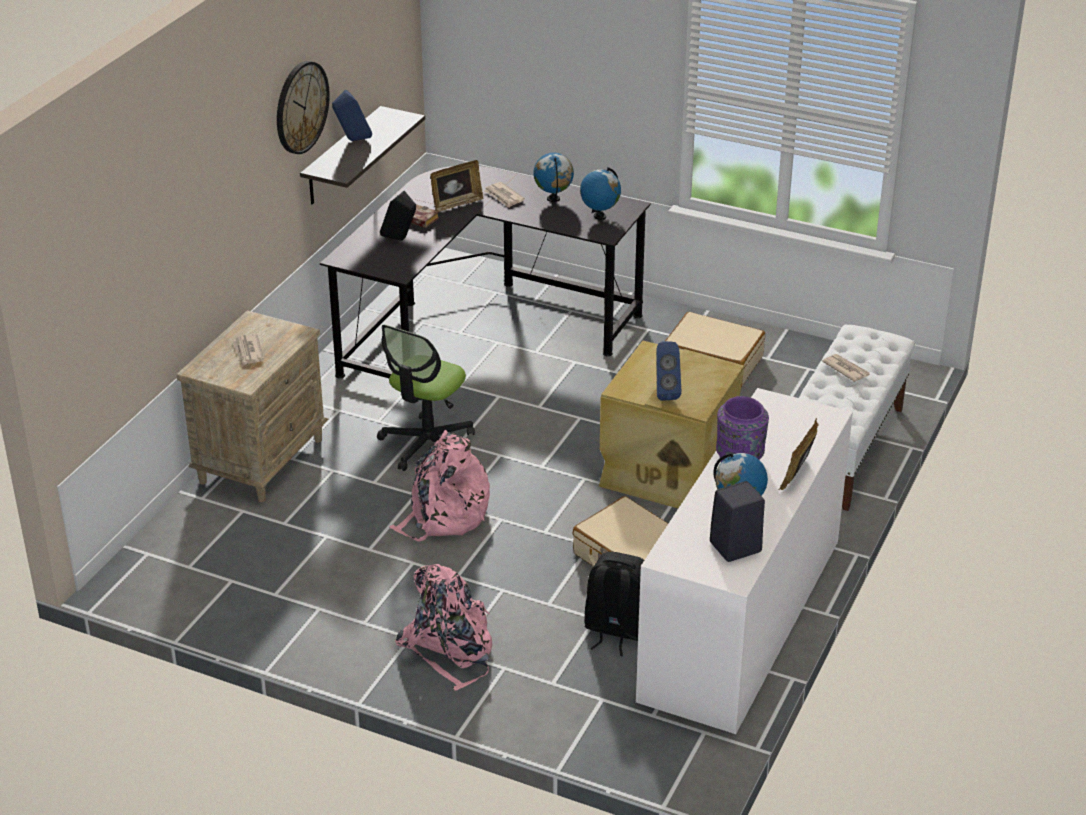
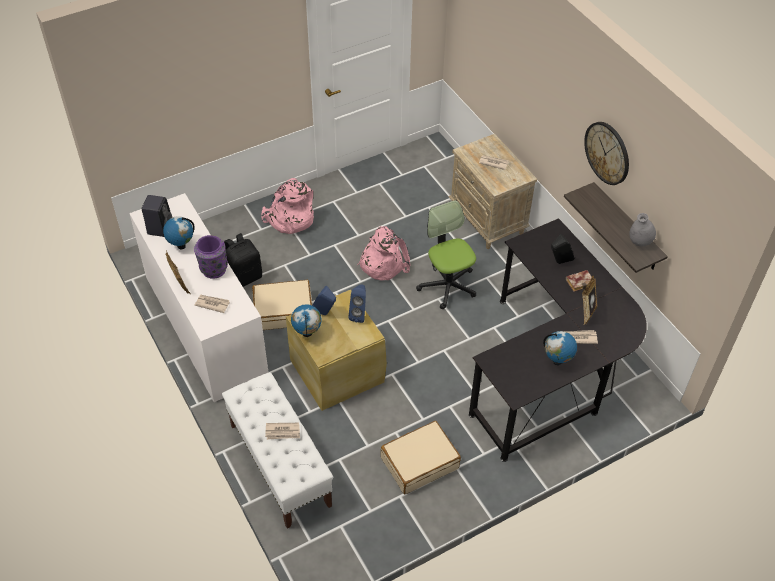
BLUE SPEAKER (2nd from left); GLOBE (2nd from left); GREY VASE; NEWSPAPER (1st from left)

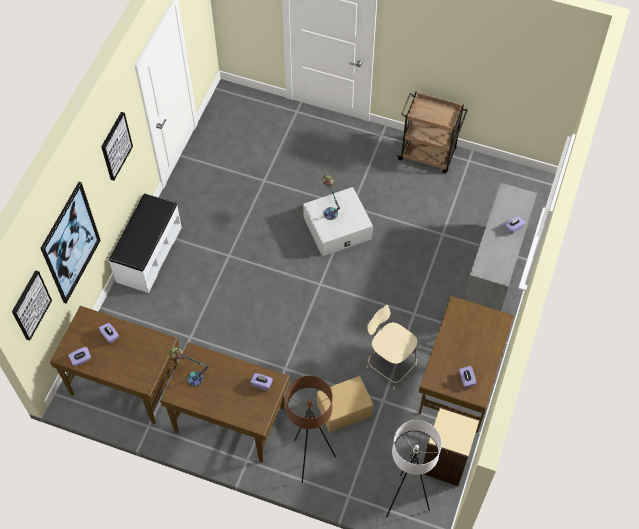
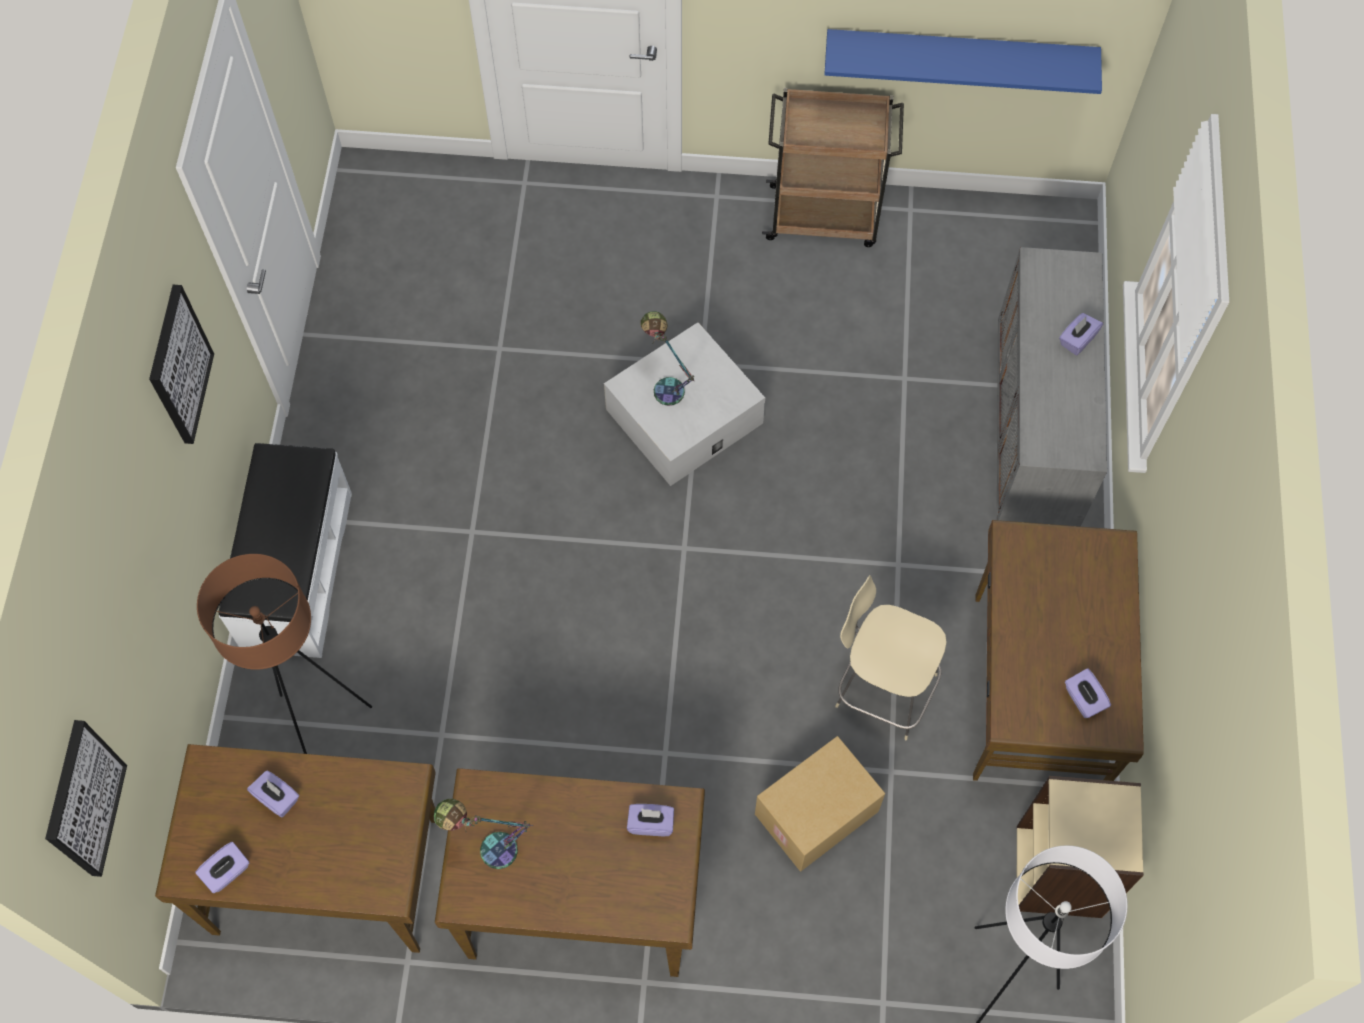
PICTURE (2nd from left in the first image); BROWN FLOOR LAMP; BLUE SHELF

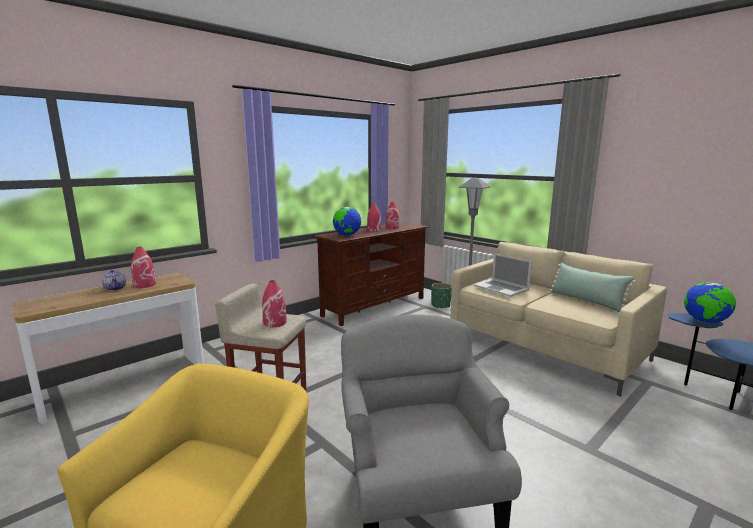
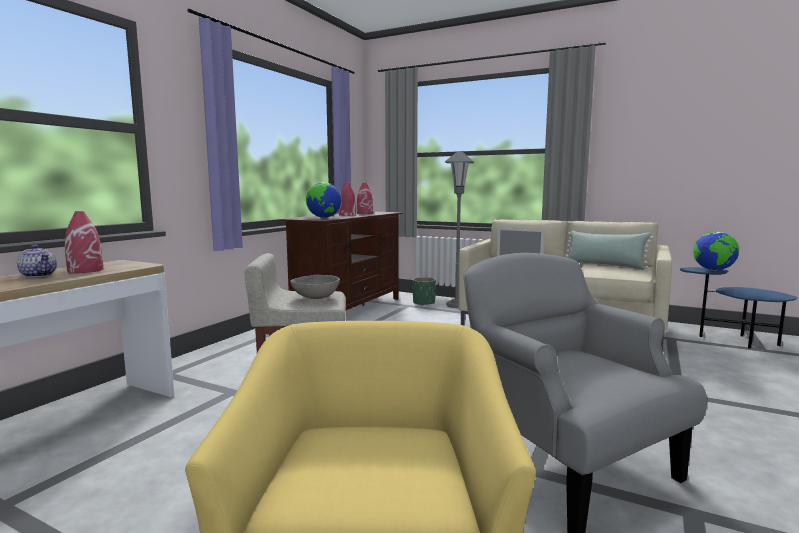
GREY BOWL

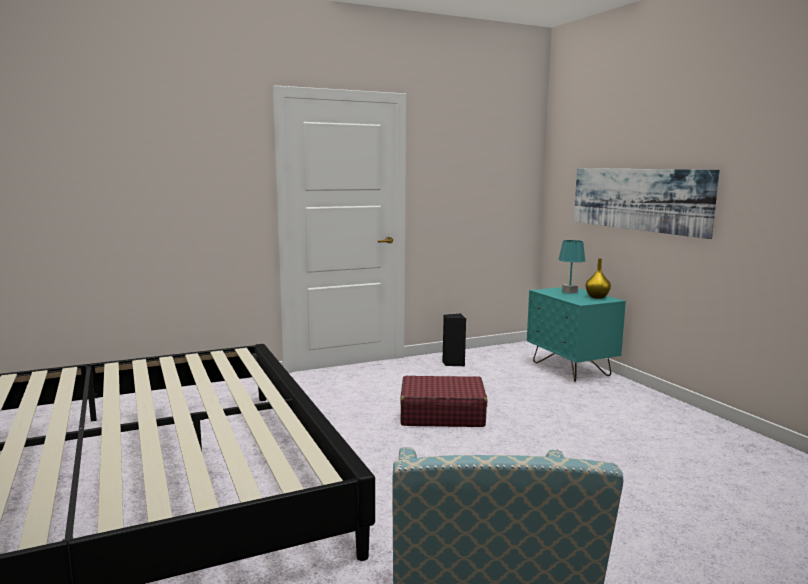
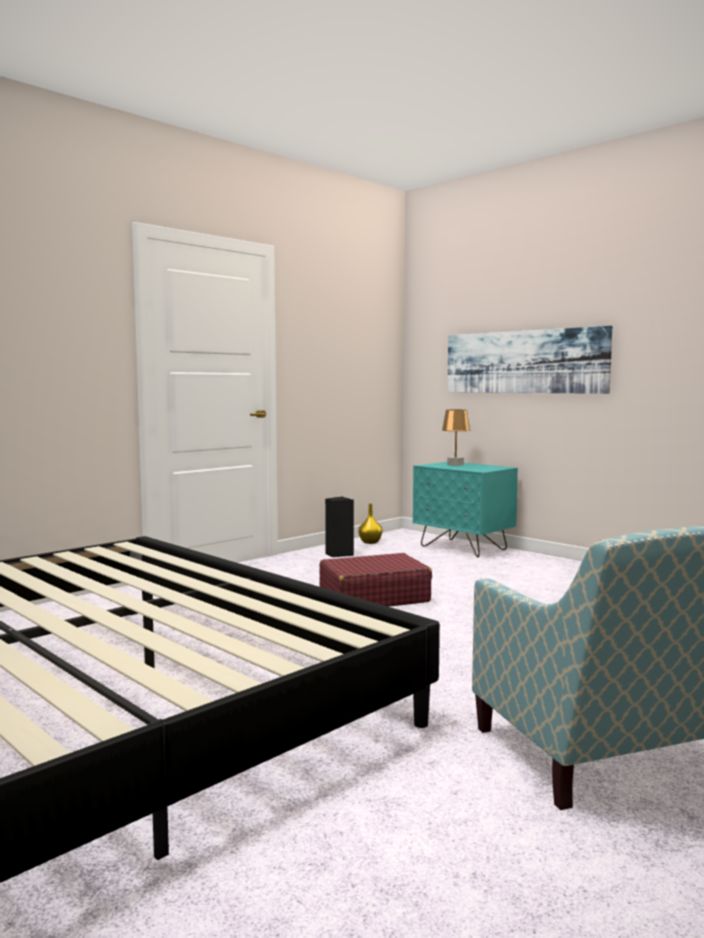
BROWN TABLE LAMP; YELLOW VASE

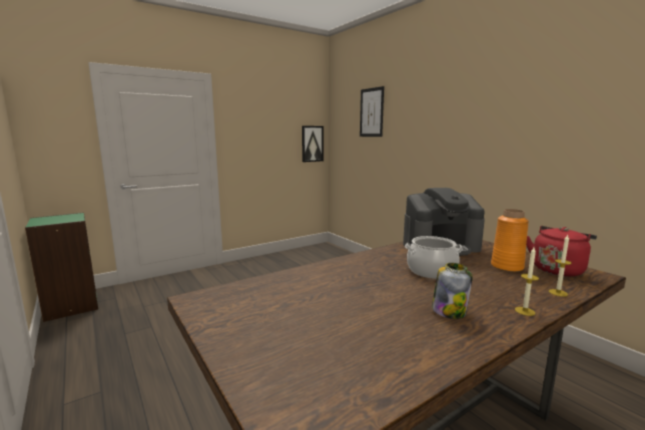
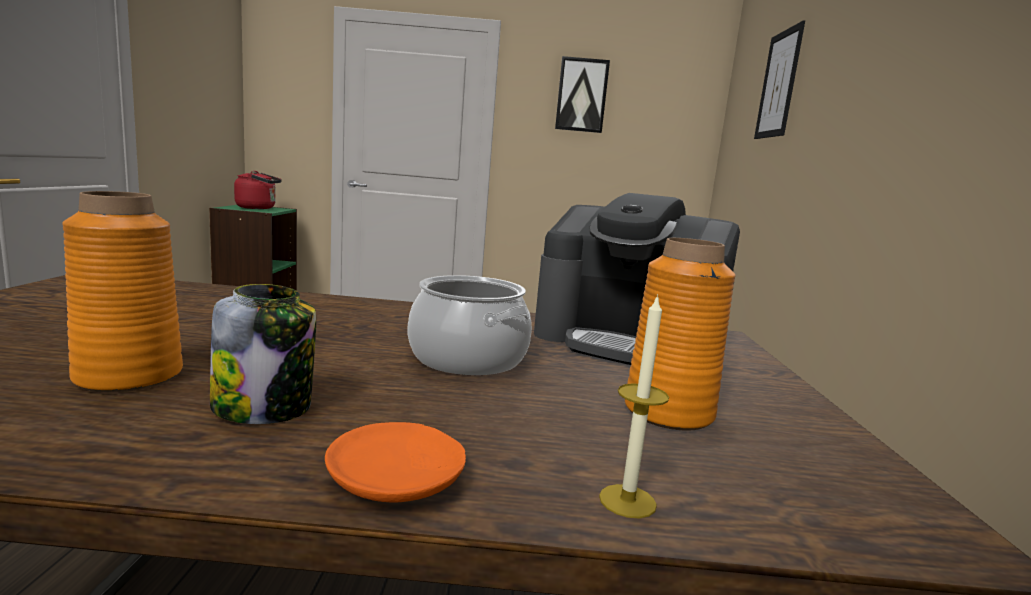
PICTURE (1st from left); RED KETTLE; ORANGE PLATE; ORANGE VASE (1st from left)

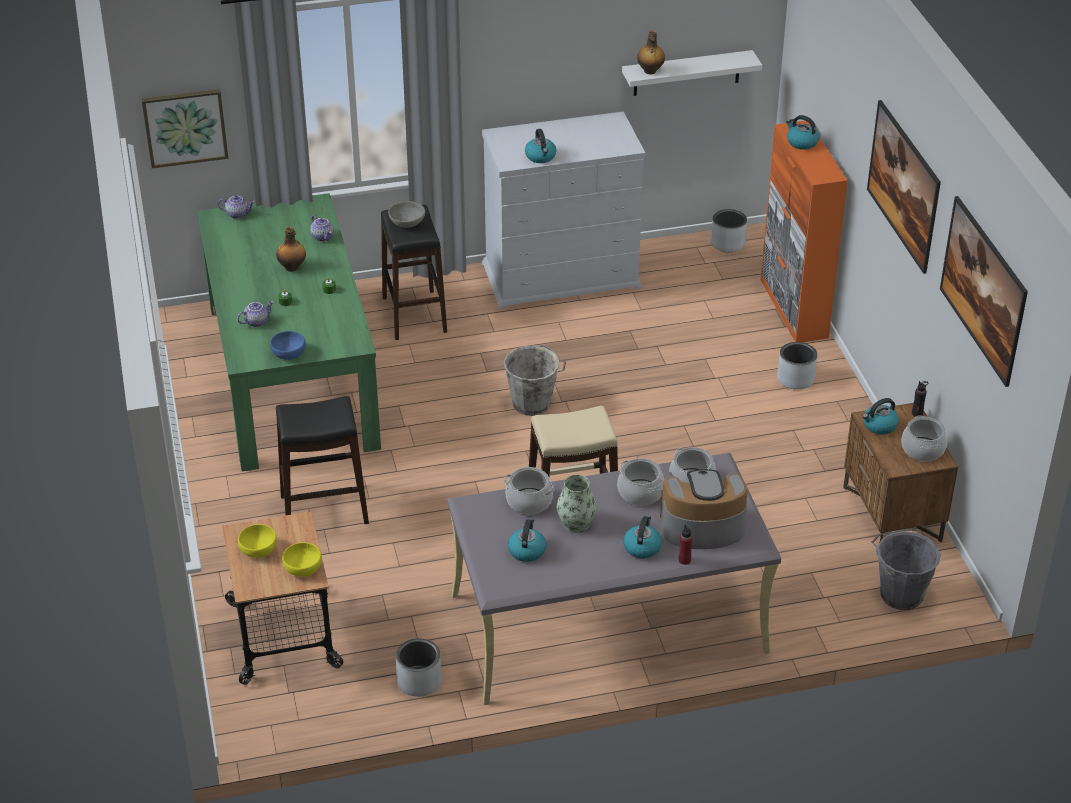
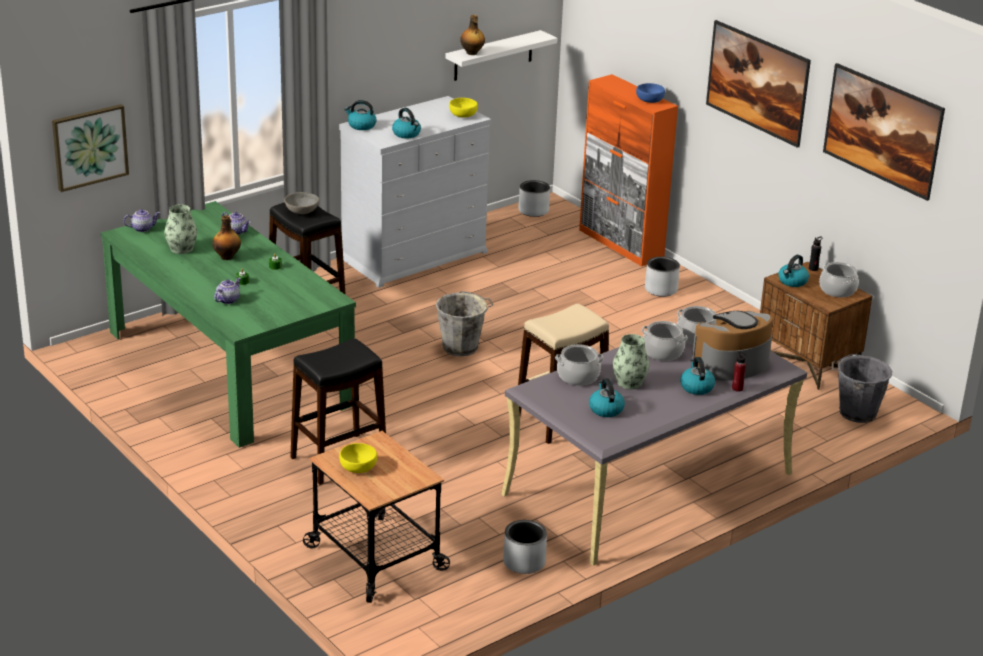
KETTLE (1st from left); BLUE BOWL; YELLOW BOWL (2nd from left); VASE (1st from left)

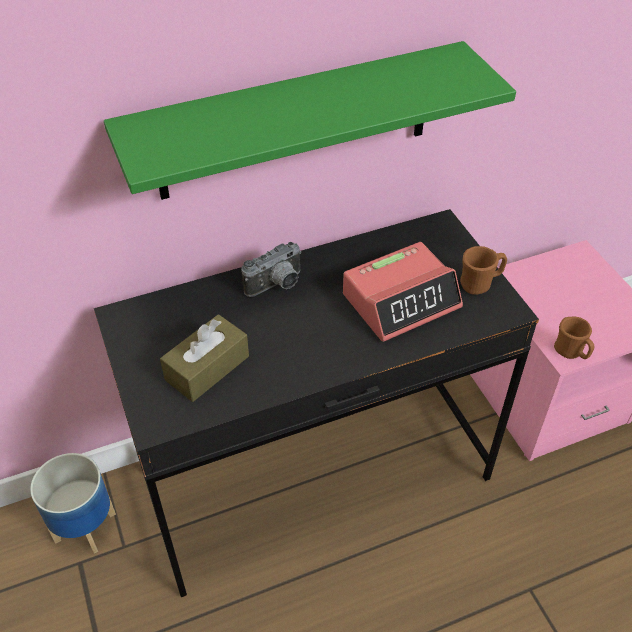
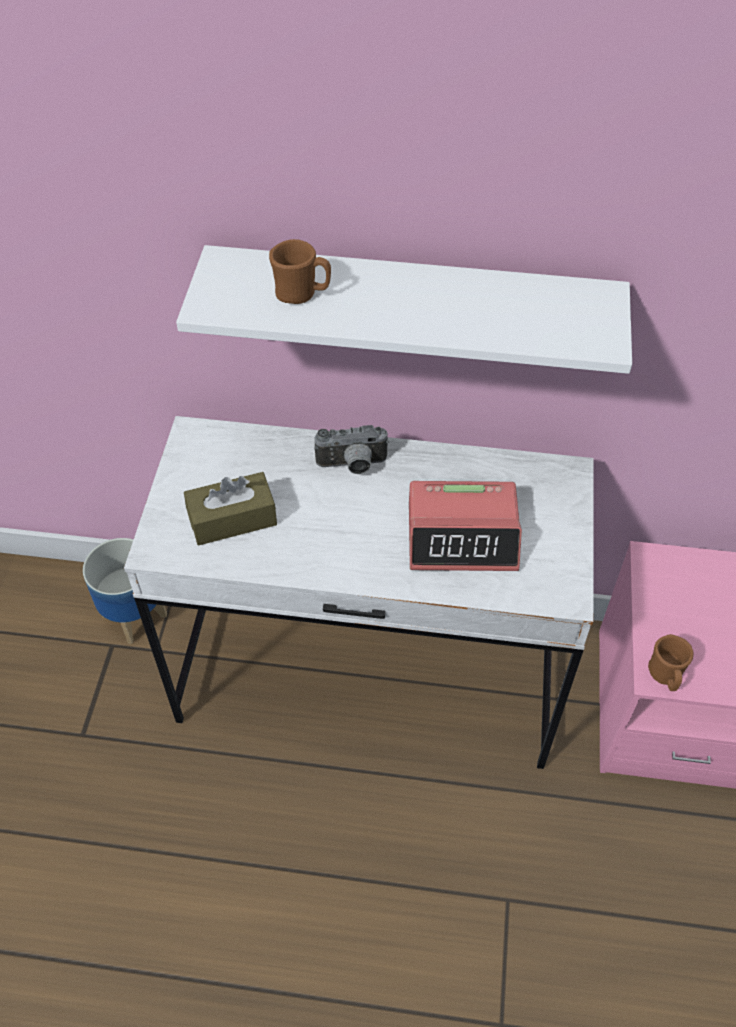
WHITE SHELF; WHITE DESK; BROWN MUG (1st from left)

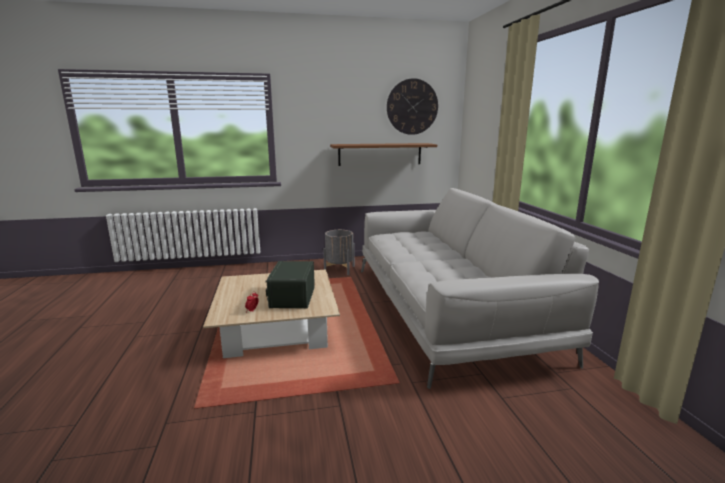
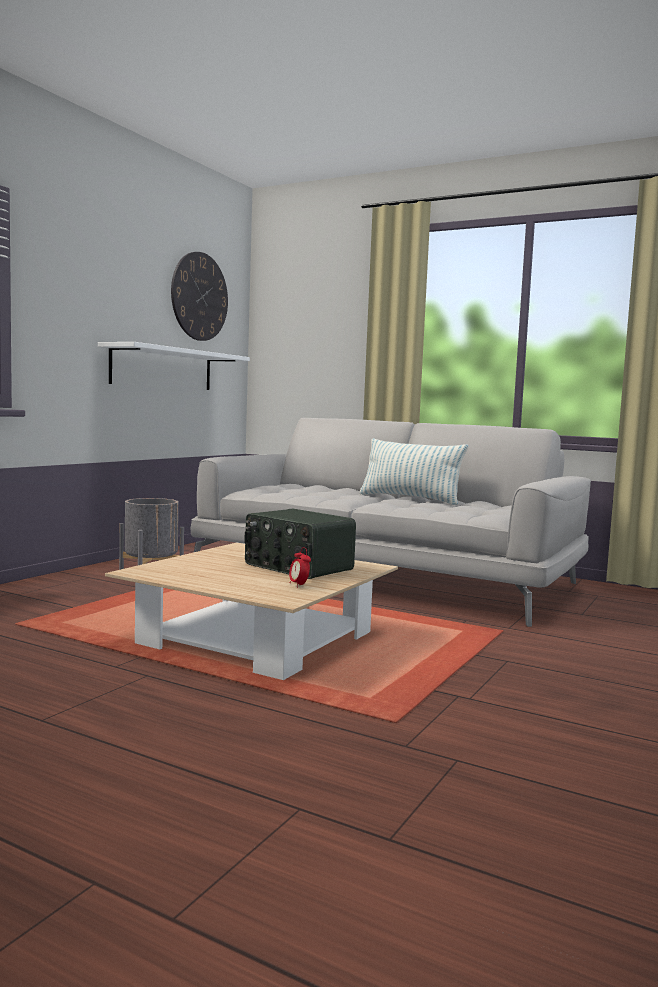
WHITE SHELF; PILLOW

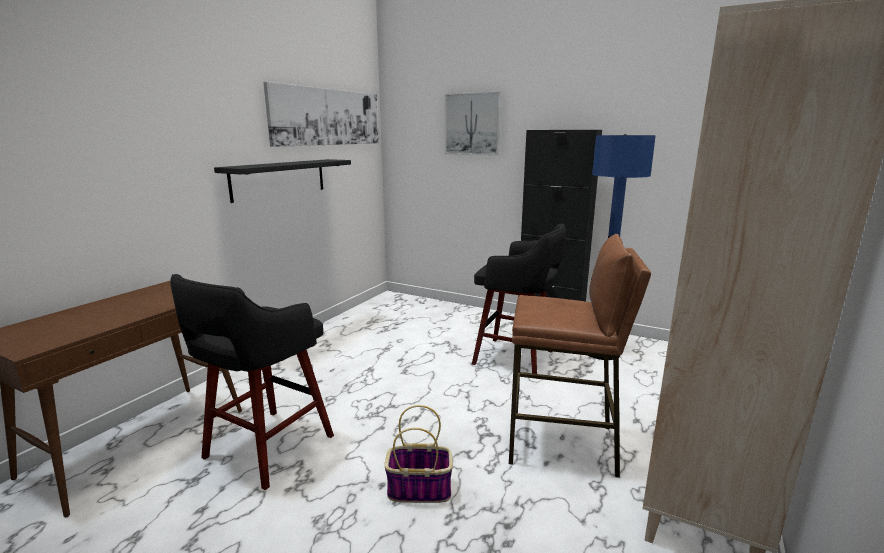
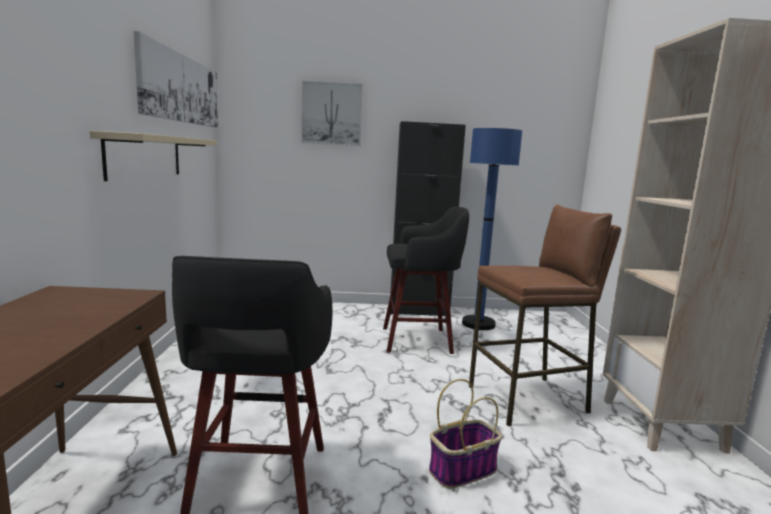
BEIGE SHELF

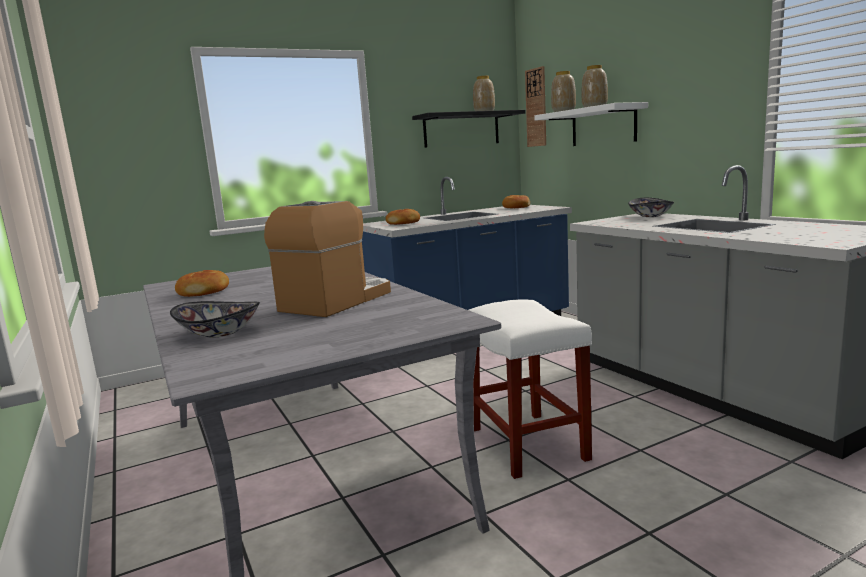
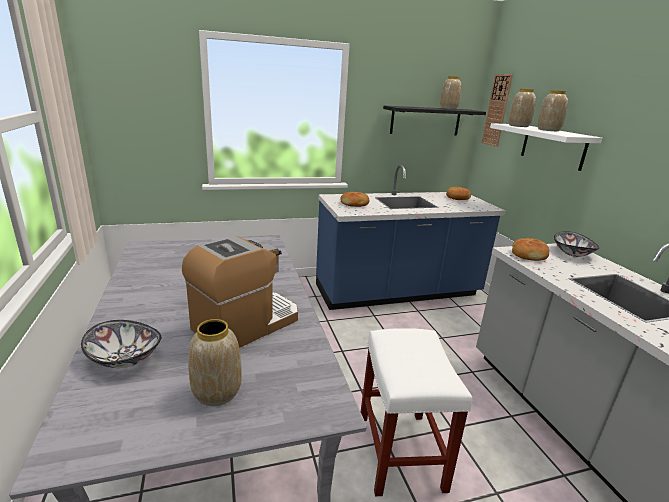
BREAD (3rd from left); VASE (1st from left)

